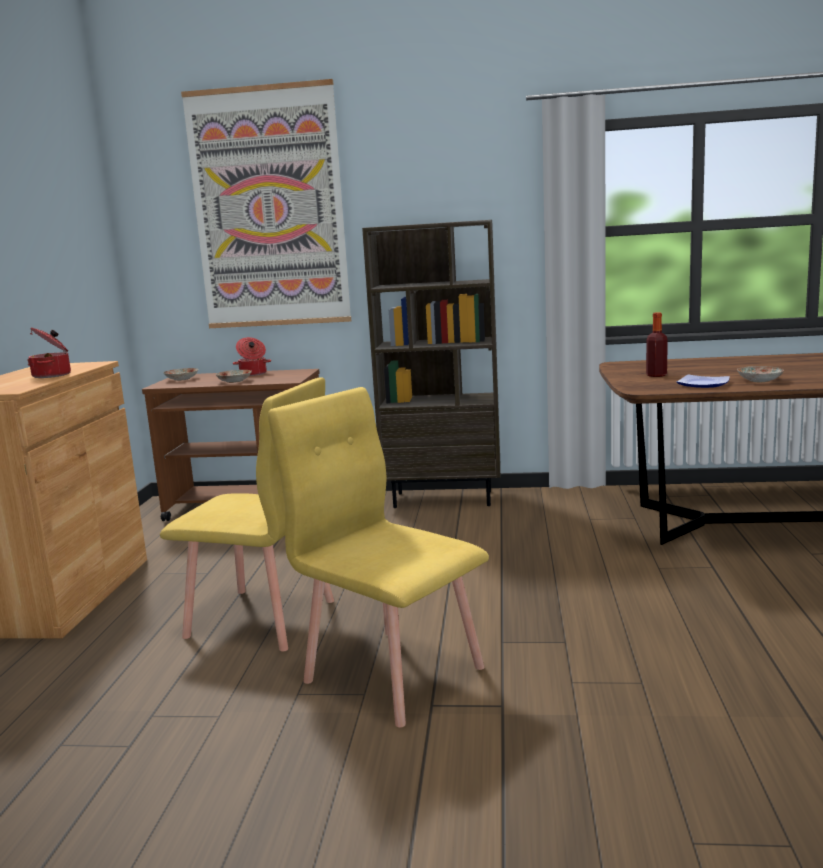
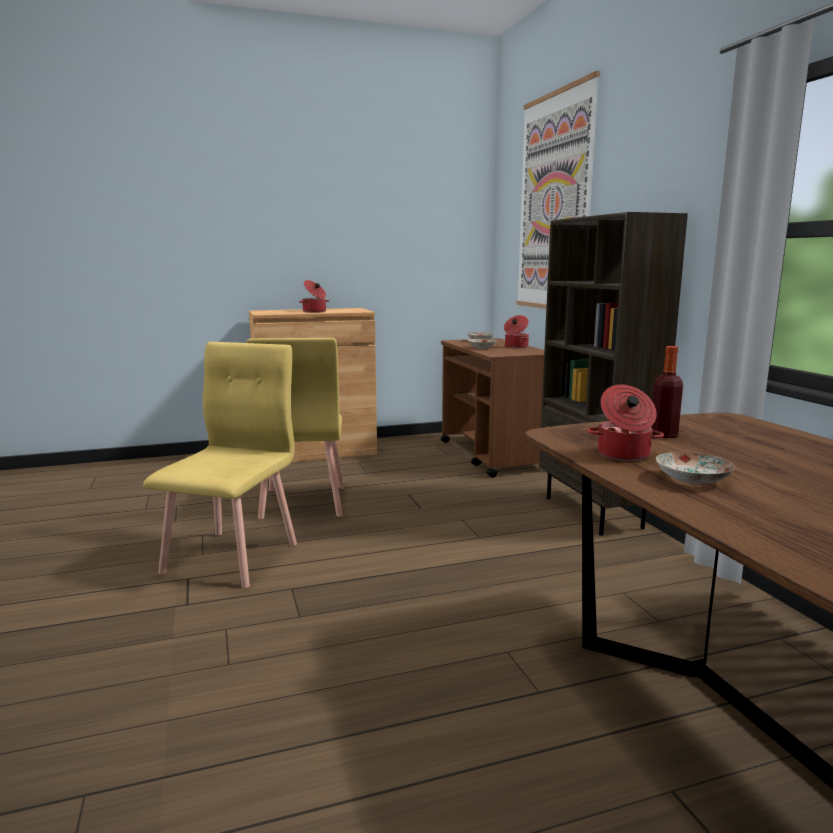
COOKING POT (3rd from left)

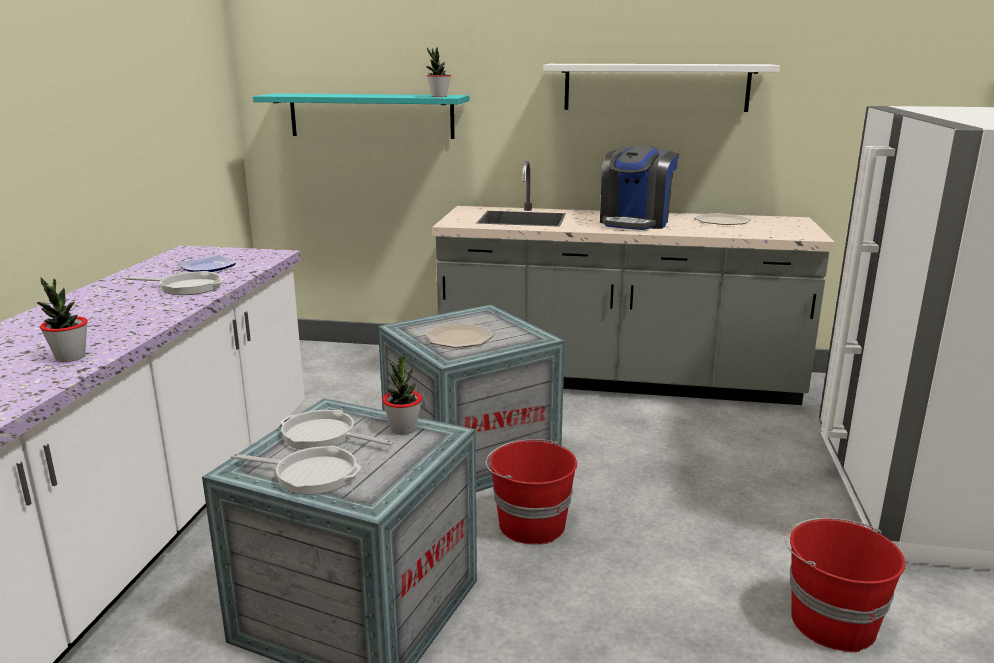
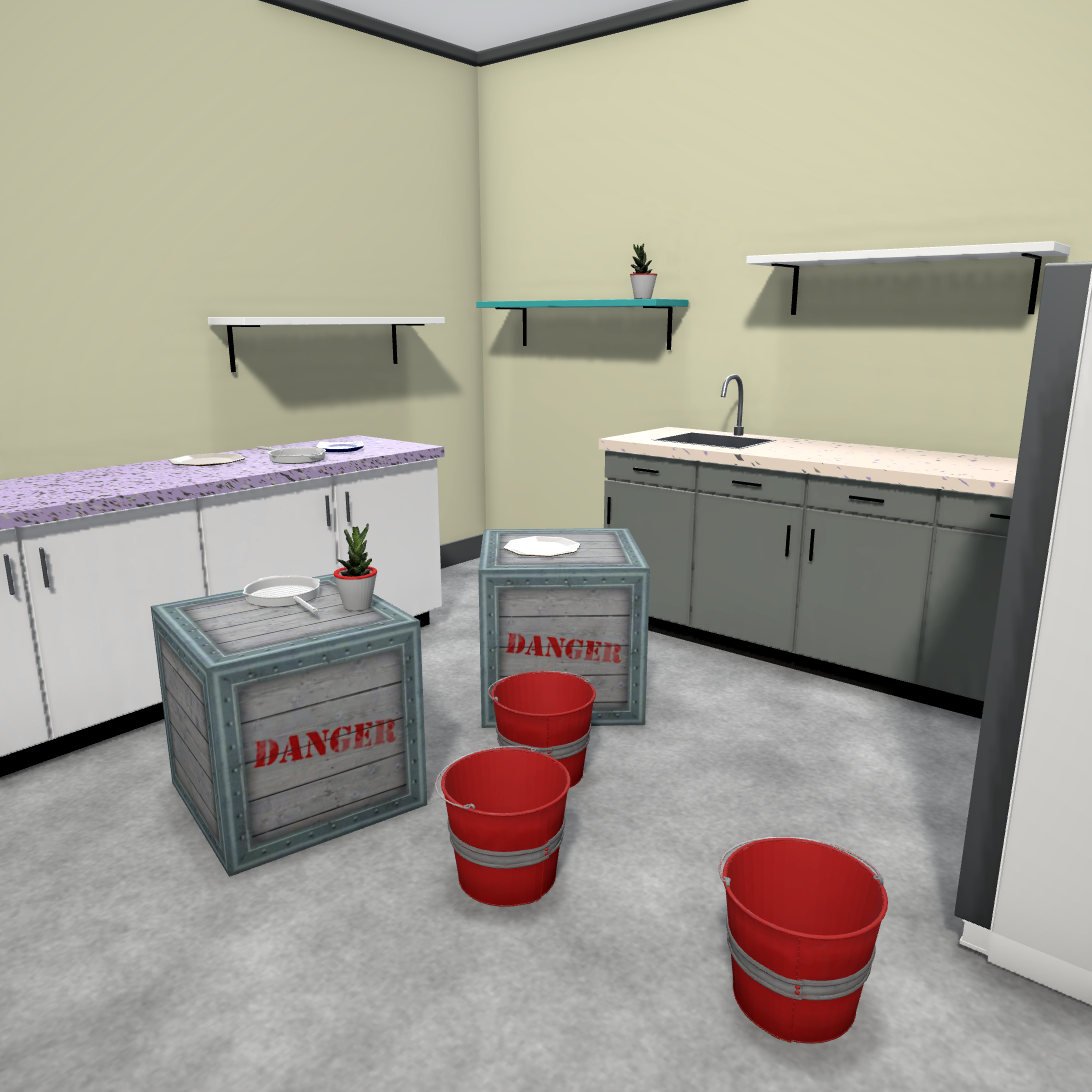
COFFEE MACHINE; PLATE (1st from left); POTTED PLANT (1st from left in the first image); FRYING PAN (2nd from left in the first image); WHITE SHELF (1st from left); RED BUCKET (1st from left)

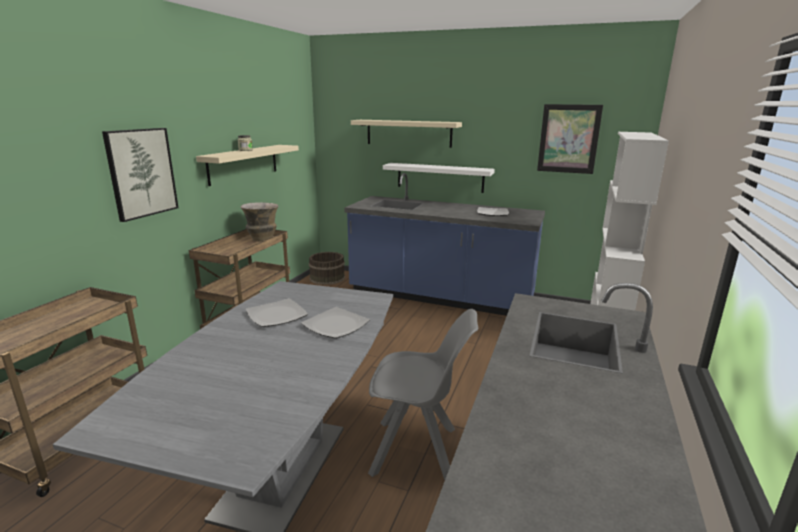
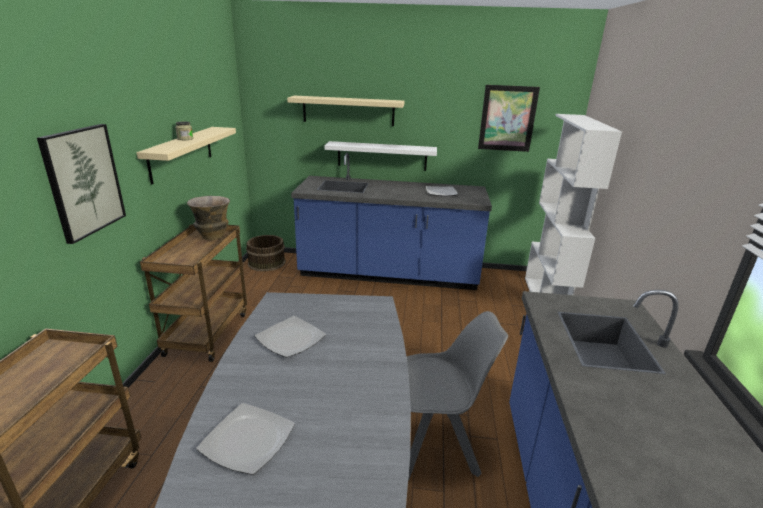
PLATE (1st from left)

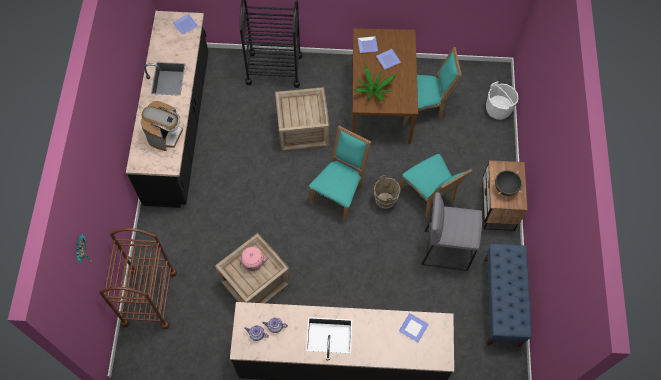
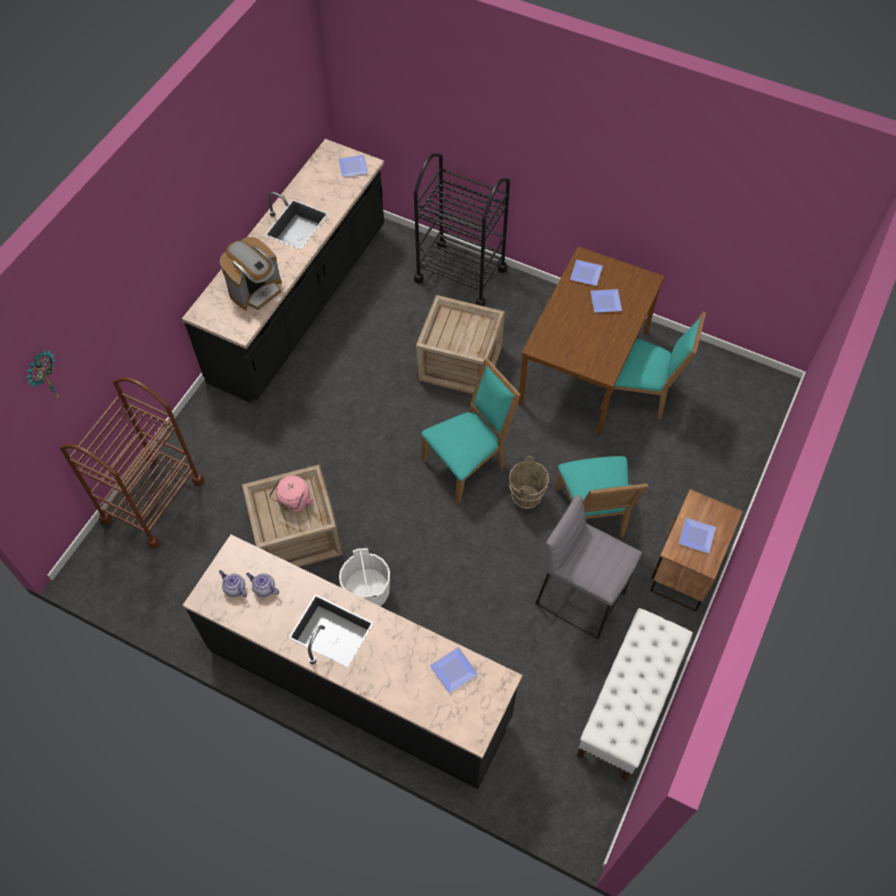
POTTED PLANT; WHITE BUCKET; PLATE (5th from left); WHITE BENCH

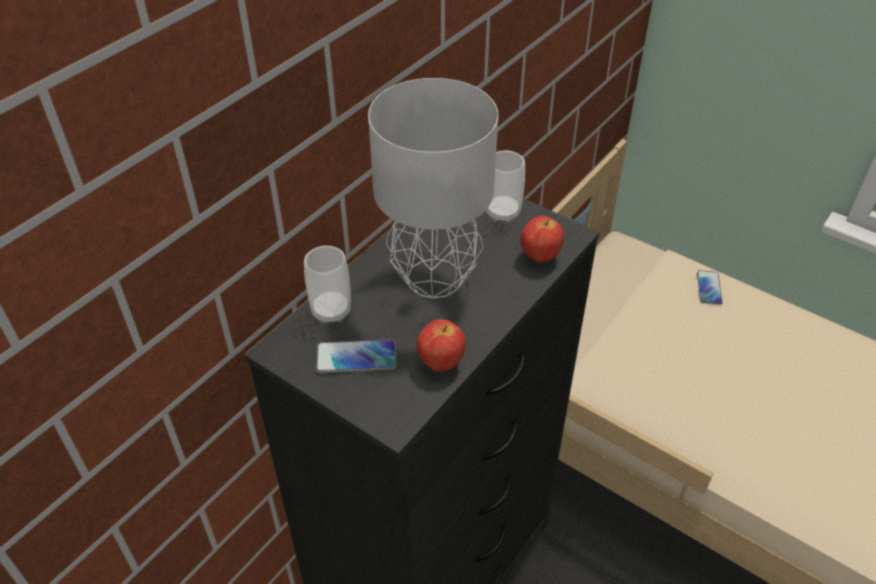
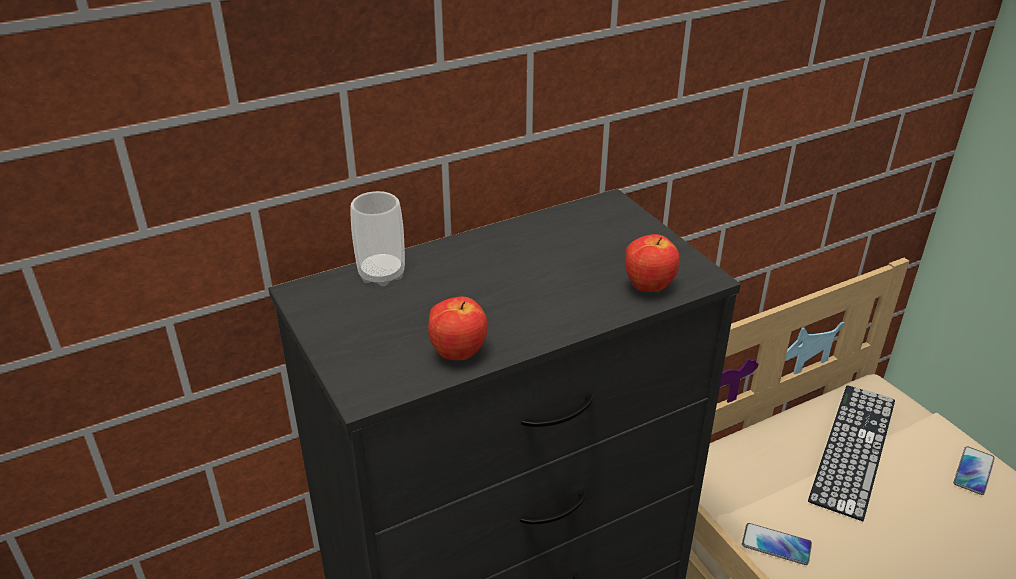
GREY TABLE LAMP; CUP (2nd from left in the first image); PHONE (1st from left); KEYBOARD

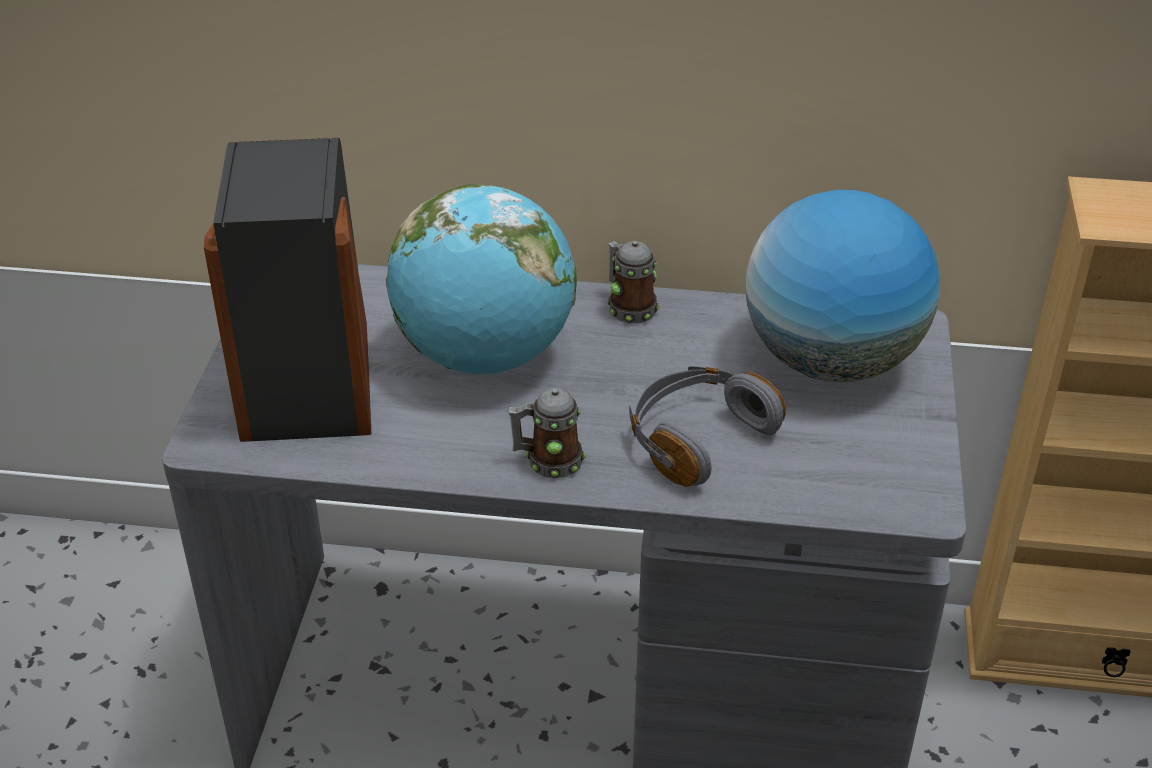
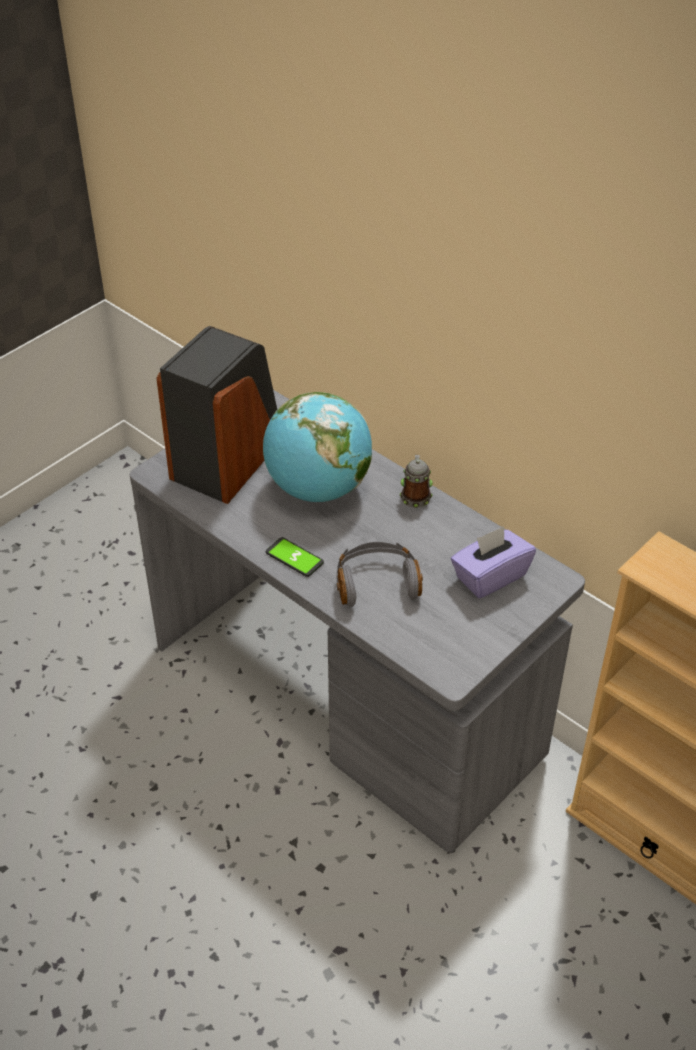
PURPLE TISSUE BOX; PHONE

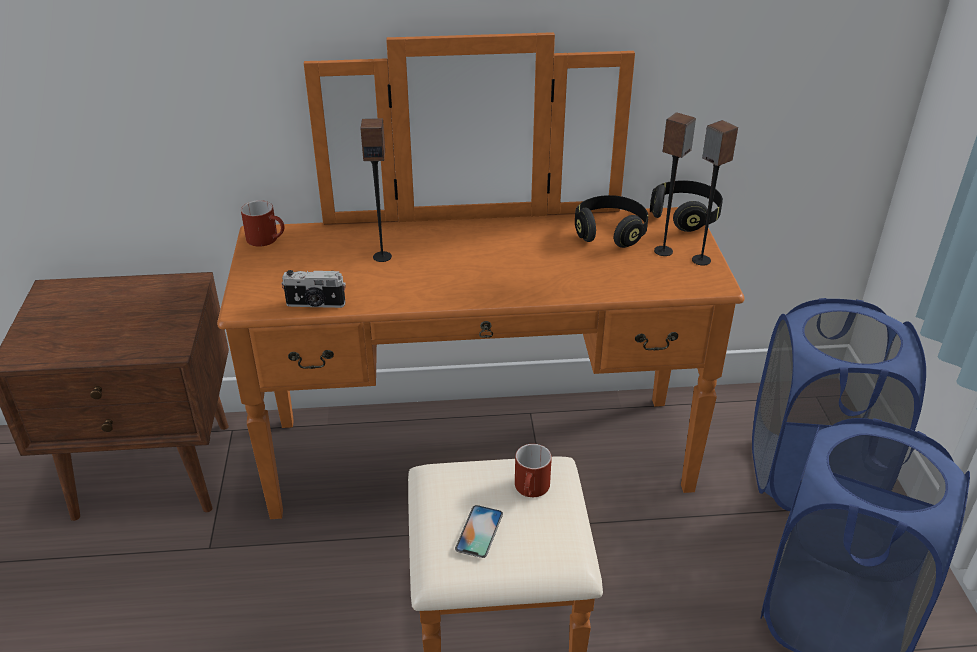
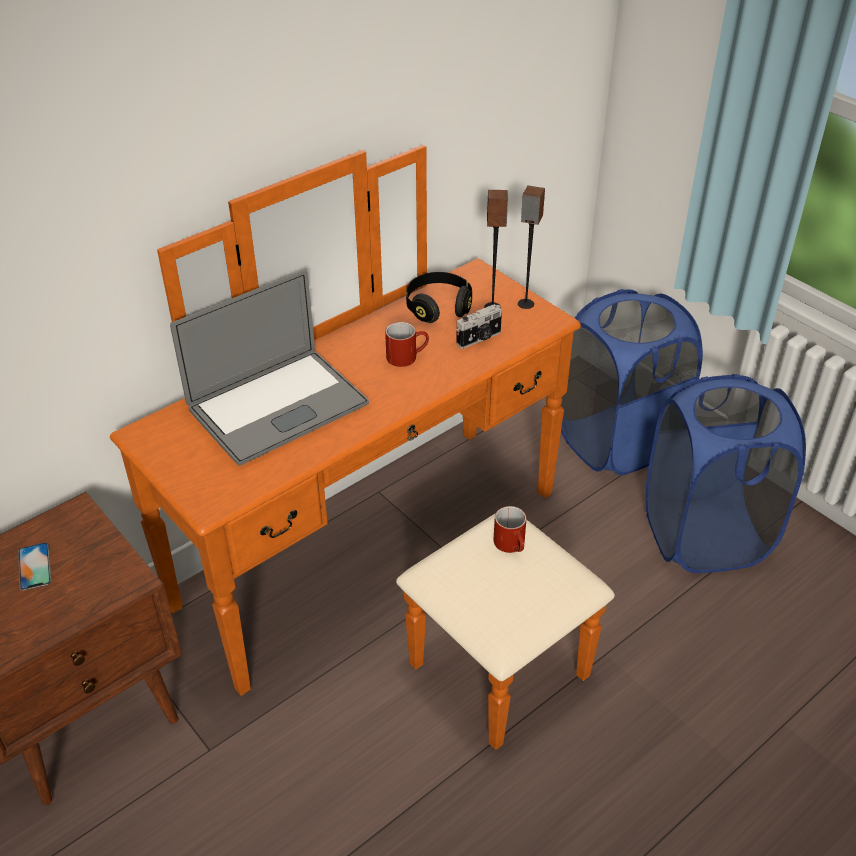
LAPTOP; BLACK HEADPHONES (2nd from left in the first image); RED MUG (1st from left); PHOTO CAMERA; PHONE

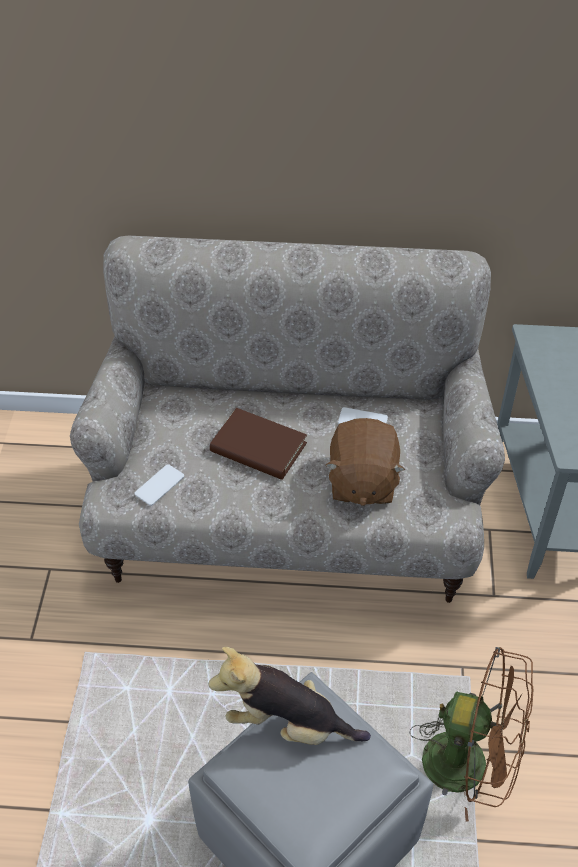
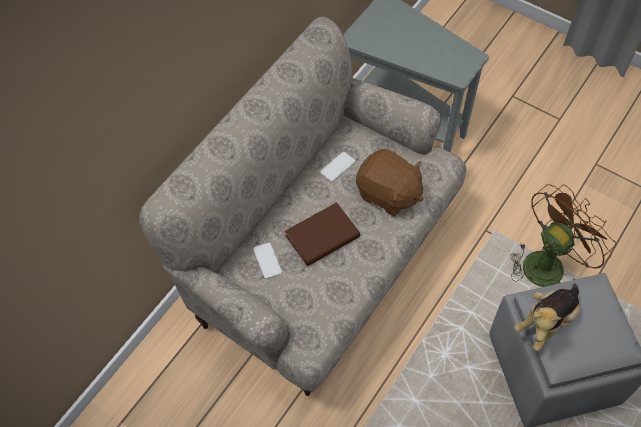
PHONE (1st from left)

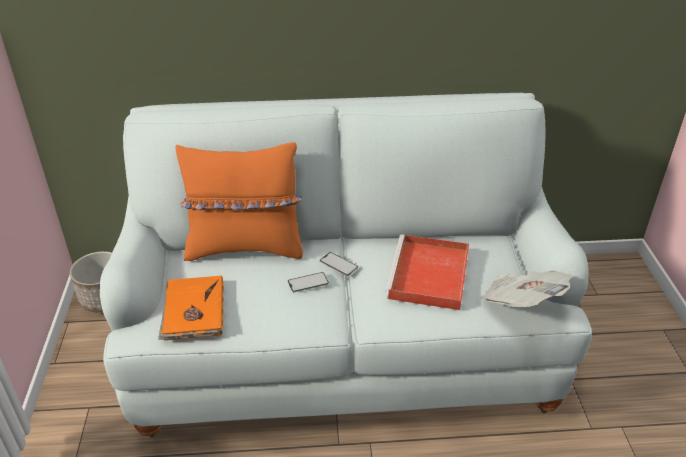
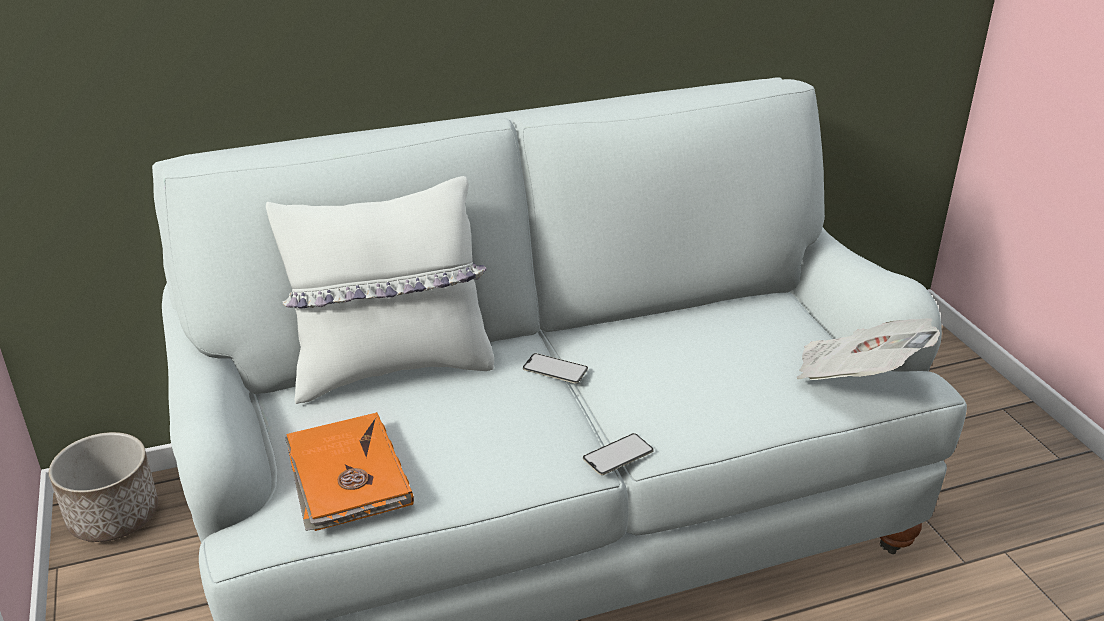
WHITE PILLOW; RED TRAY; PHONE (2nd from left)

